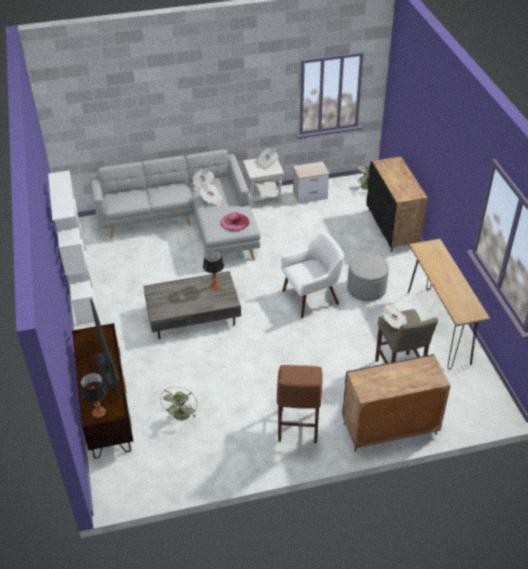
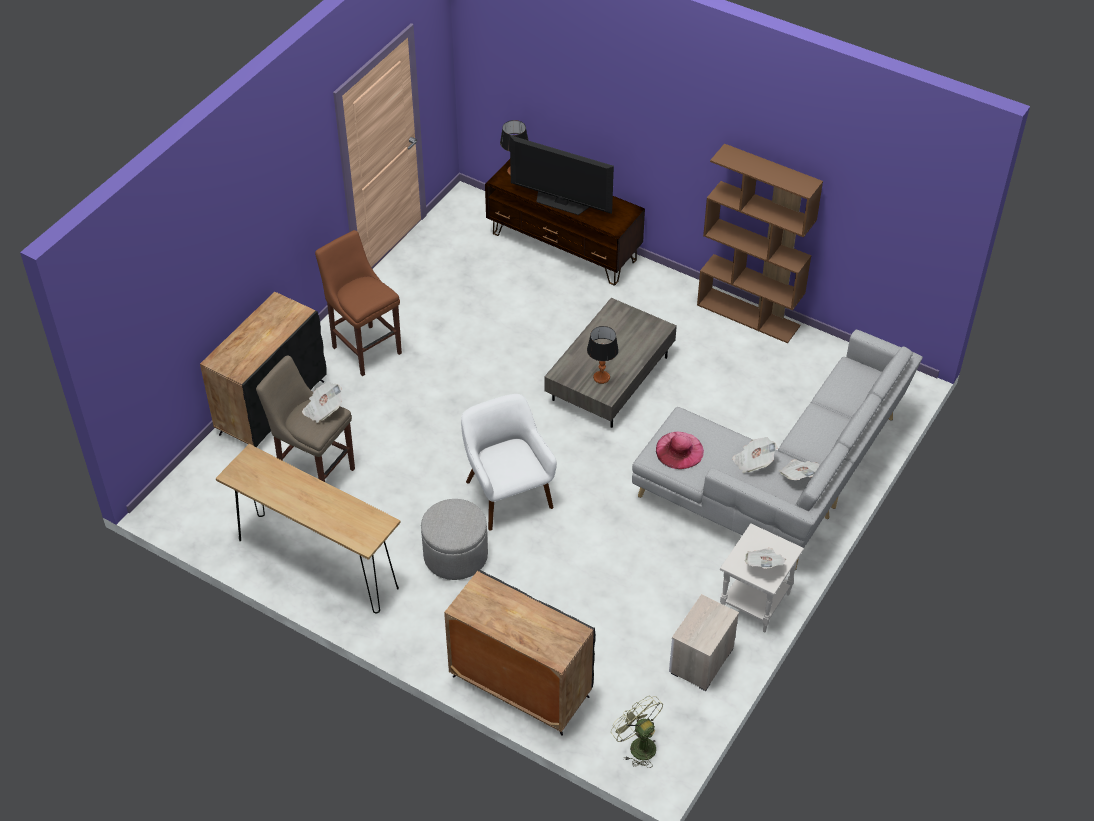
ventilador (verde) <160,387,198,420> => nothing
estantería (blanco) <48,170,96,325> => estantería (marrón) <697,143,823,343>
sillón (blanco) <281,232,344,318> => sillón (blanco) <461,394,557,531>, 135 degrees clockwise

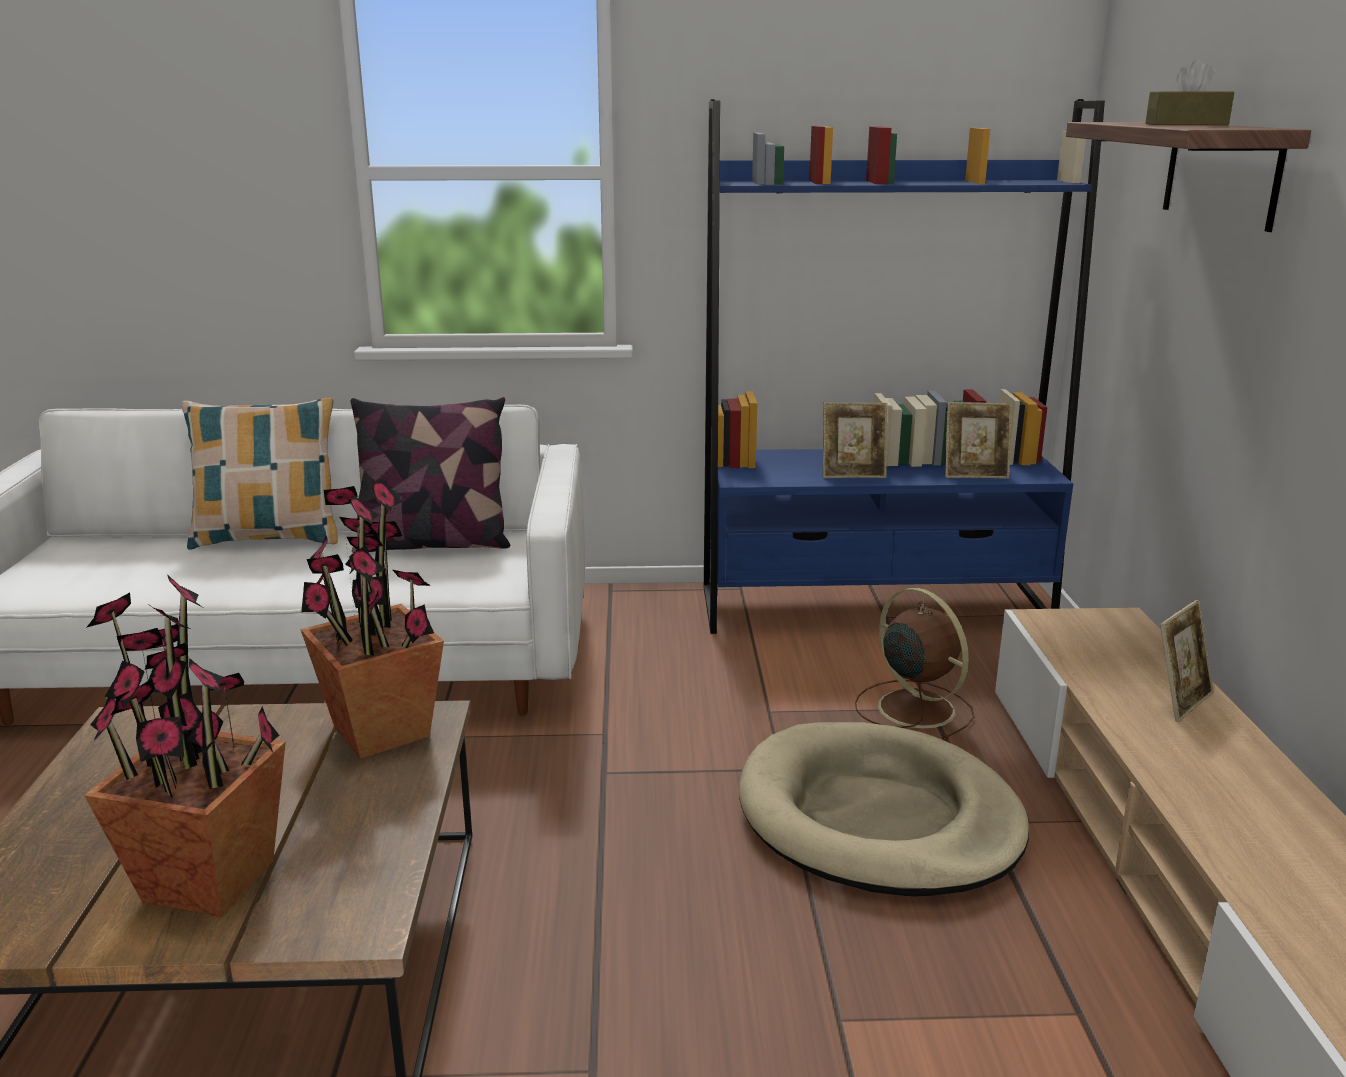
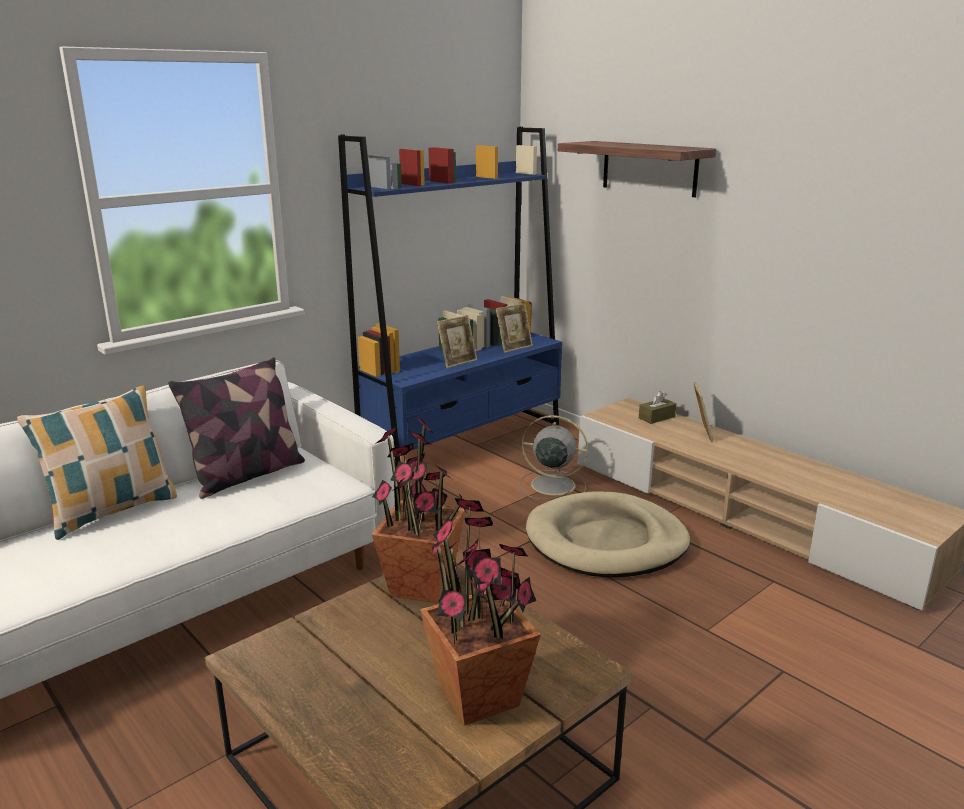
caja de pañuelos (marrón) <1146,59,1234,125> => caja de pañuelos (marrón) <639,391,676,424>, relocated
ventilador (marrón) <855,588,975,740> => ventilador (gris) <519,415,588,499>

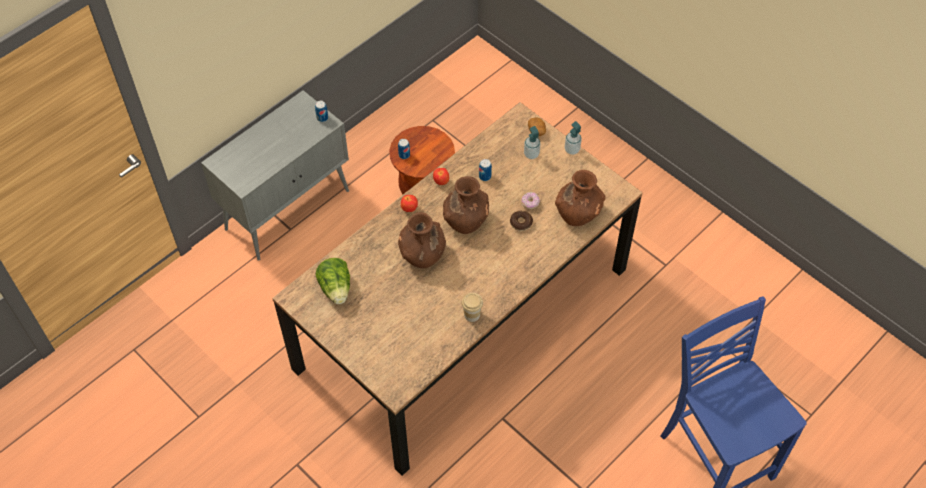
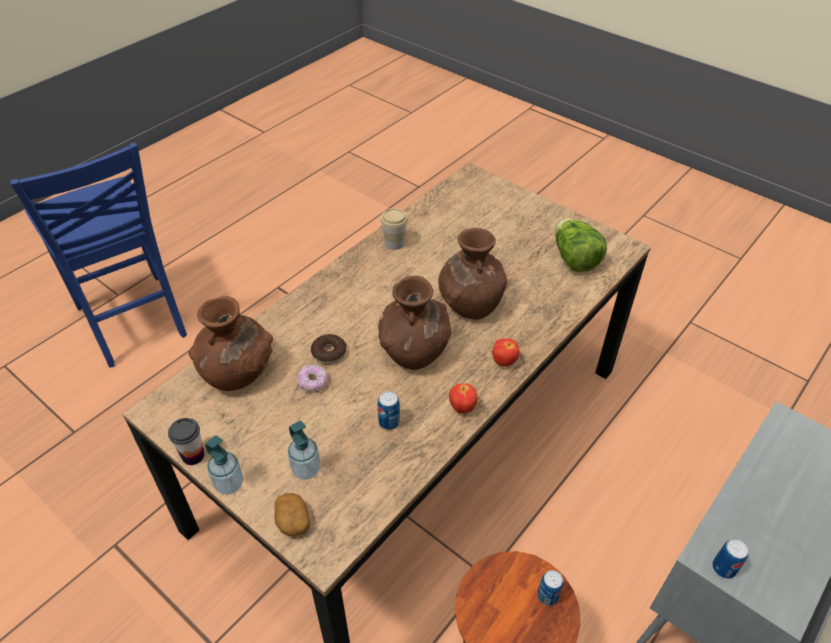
nothing => taza <168,418,205,465>

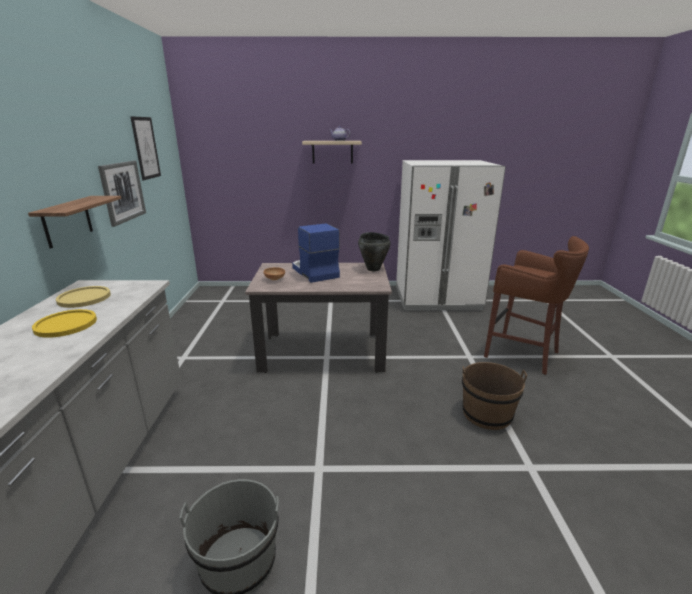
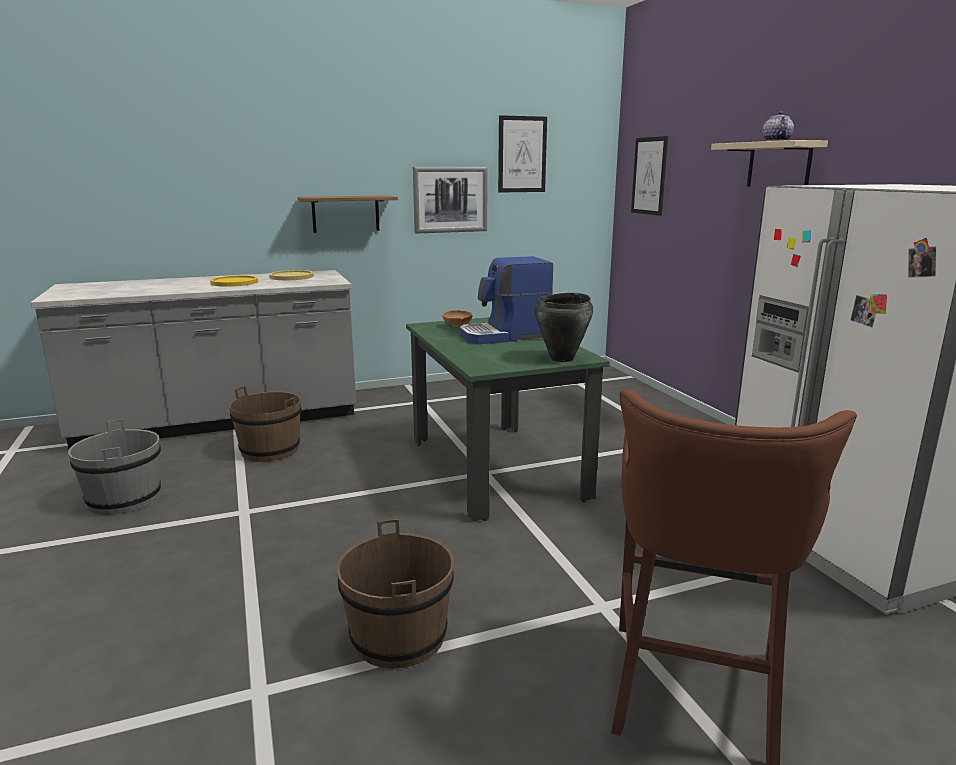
nothing => cubo (marrón) <229,386,301,462>
nothing => cuadro <631,136,668,216>
mesa de comedor (beis) <245,263,392,373> => mesa de comedor (verde) <406,317,610,521>
cafetera <292,224,340,283> => cafetera <459,256,553,344>, 150 degrees counterclockwise

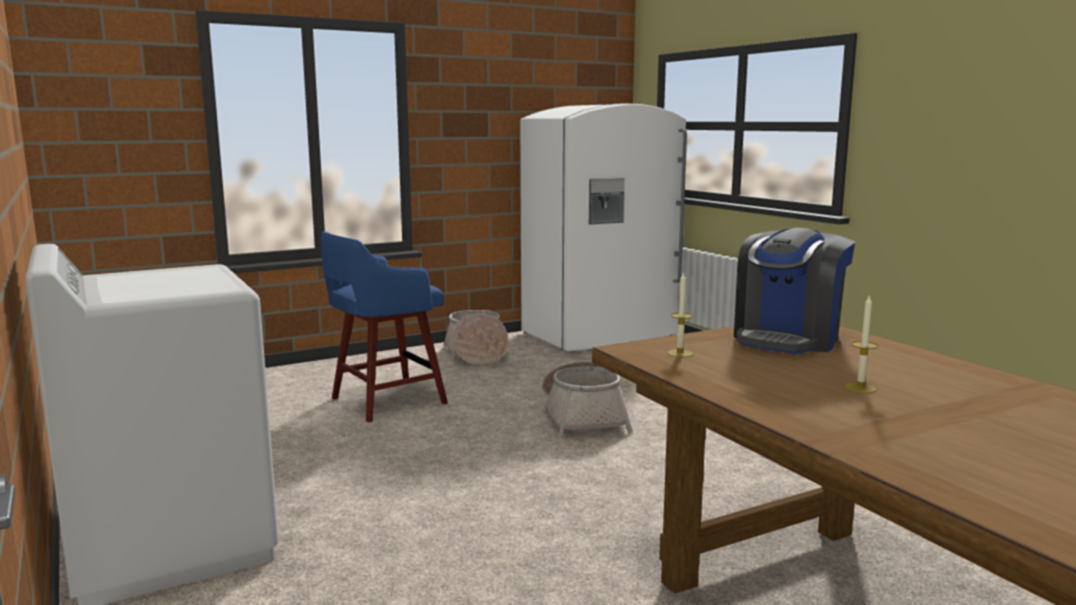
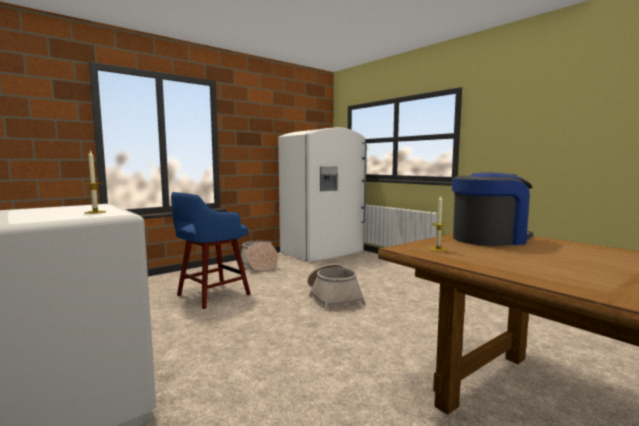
vela <845,294,878,393> => vela <84,150,106,214>, relocated
cafetera <734,228,855,354> => cafetera <452,172,534,246>, 135 degrees counterclockwise

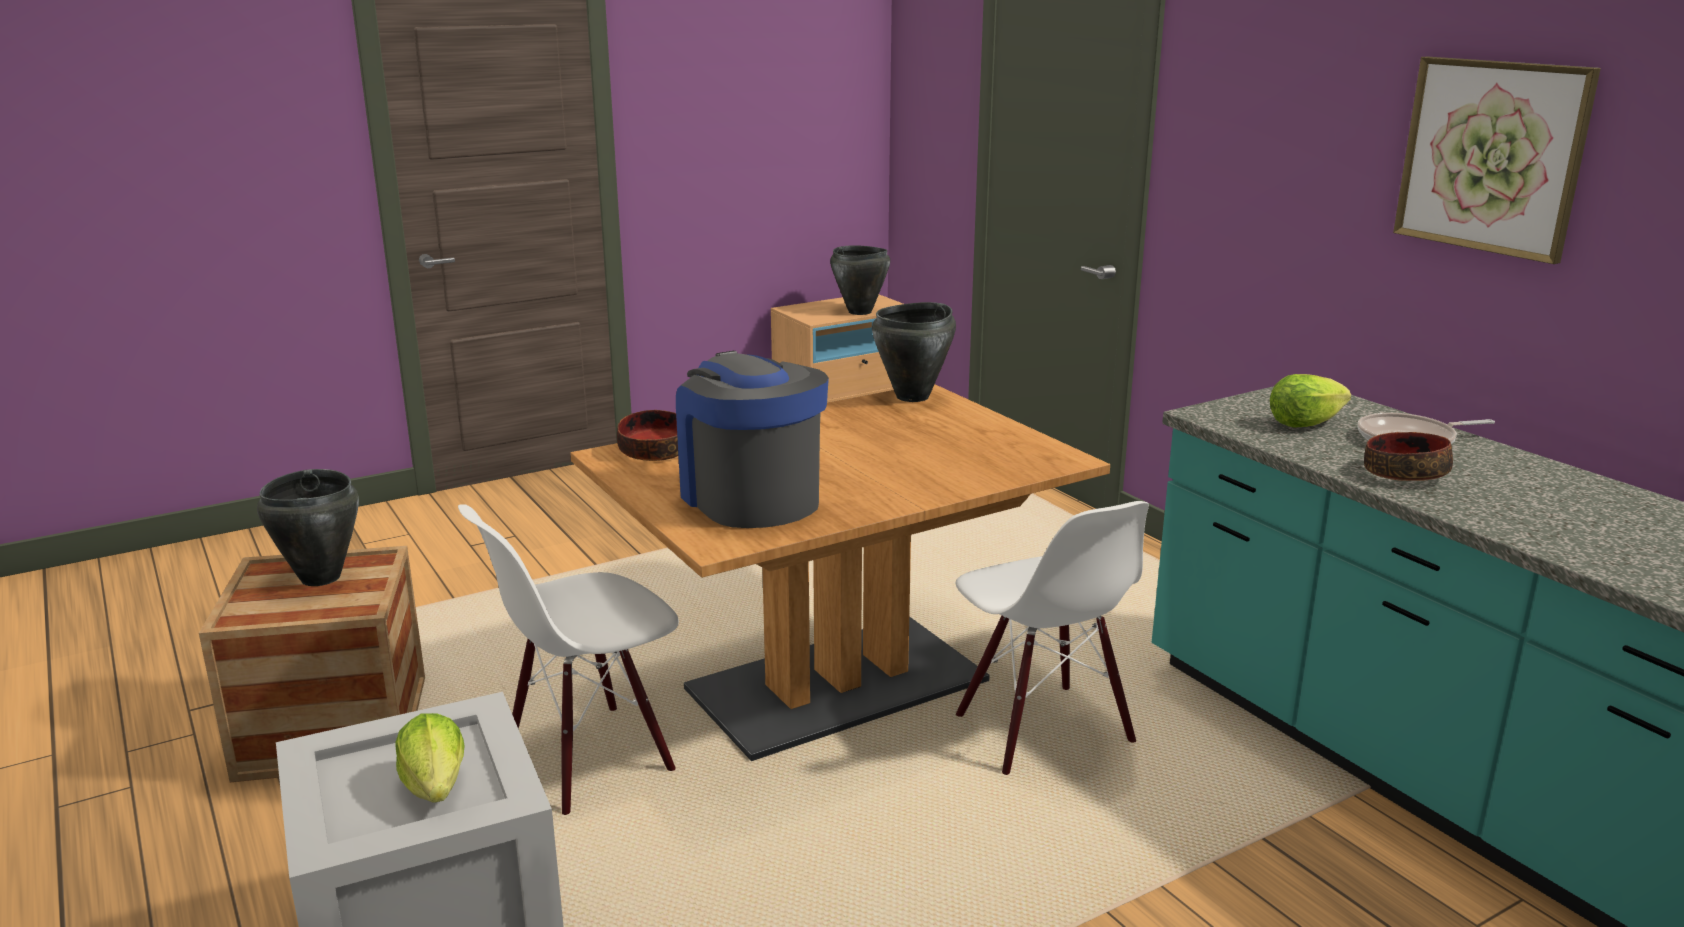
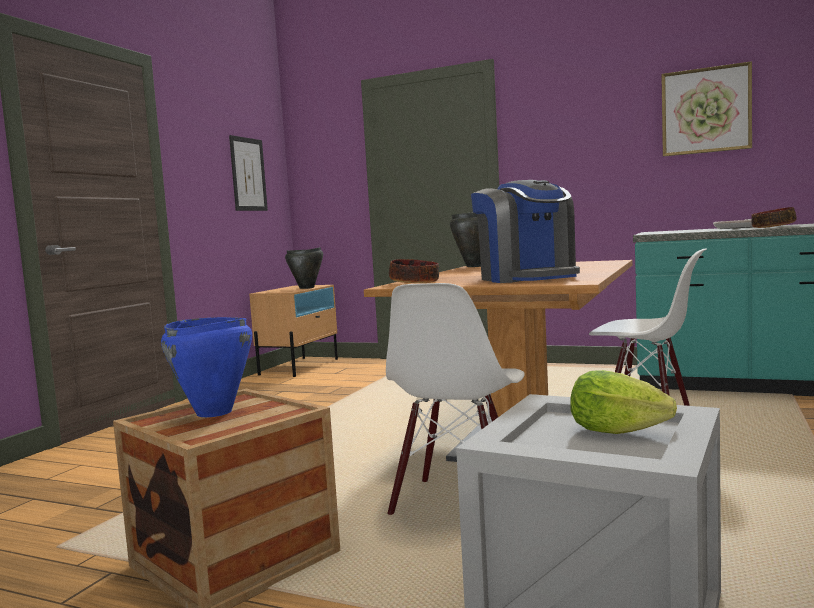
lechuga <1270,374,1351,428> => nothing
nothing => cuadro <229,135,268,211>
olla (negro) <257,469,359,586> => olla (azul) <161,317,252,417>
cafetera <676,351,829,528> => cafetera <471,180,580,283>, 135 degrees counterclockwise

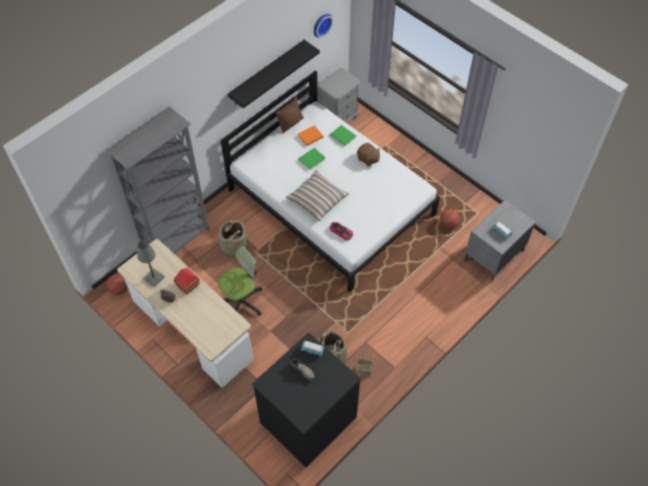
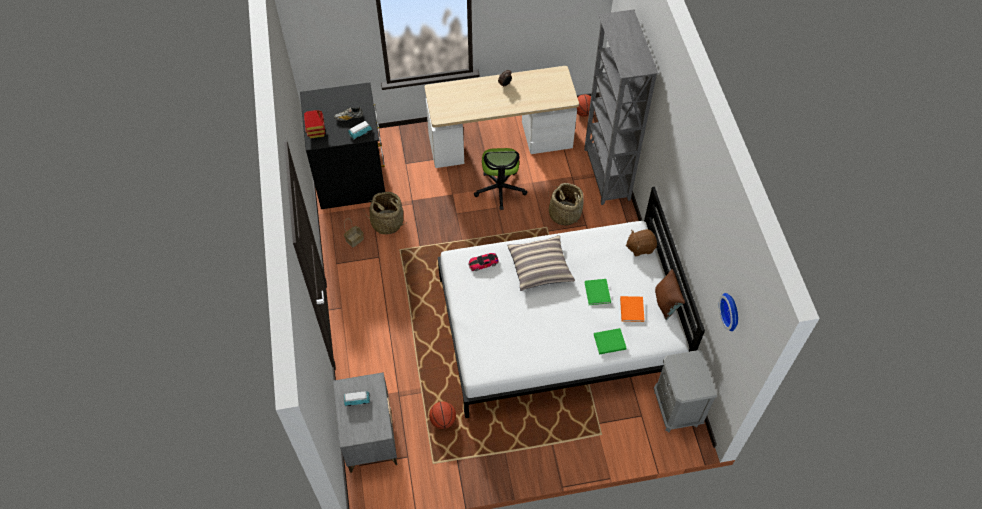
lámpara de mesa (gris) <137,240,165,287> => nothing
estante (negro) <228,40,320,108> => nothing
casita <174,268,200,295> => casita <304,110,325,139>, relocated
peluche (marrón) <357,143,380,167> => peluche (marrón) <626,229,657,257>, relocated

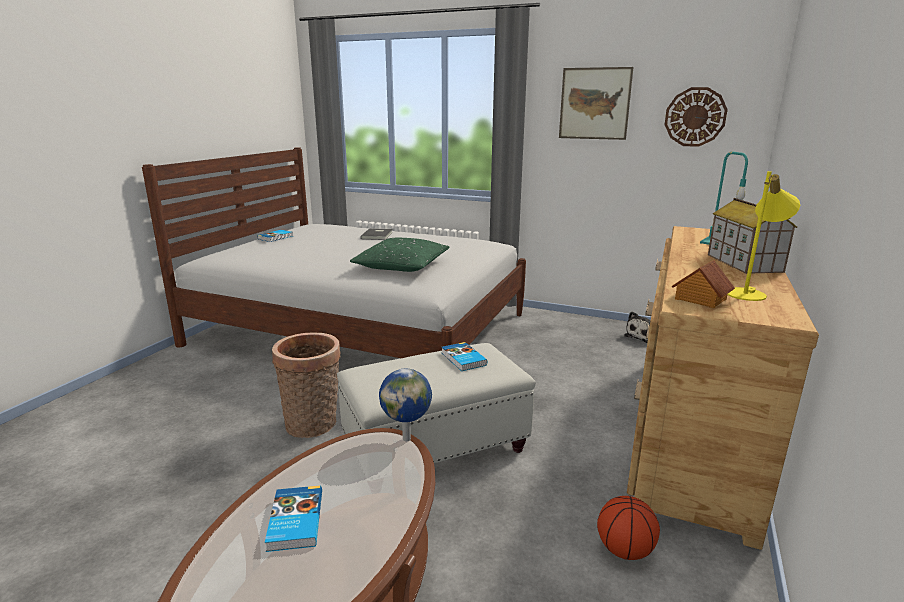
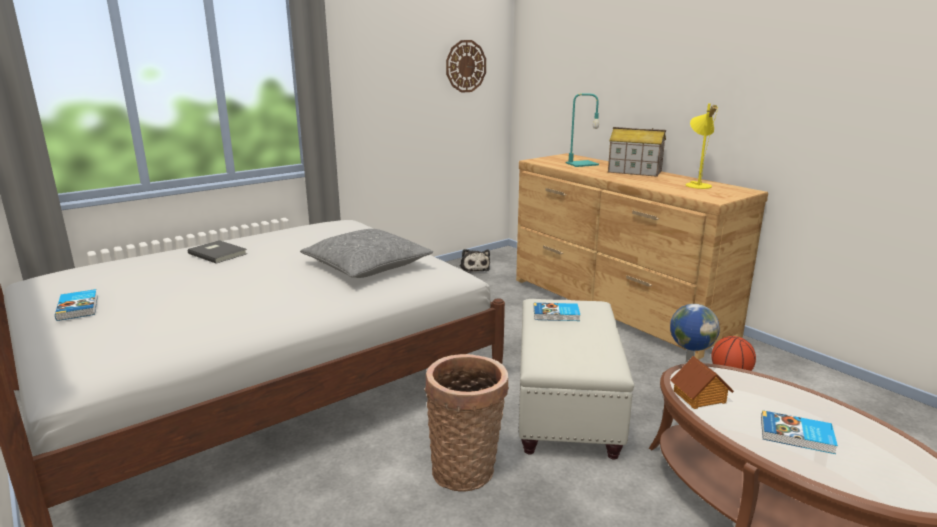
cuadro <559,67,633,140> => nothing
casita <672,260,735,308> => casita <671,356,734,409>, relocated
cojín (verde) <350,238,449,272> => cojín (gris) <300,229,433,278>

